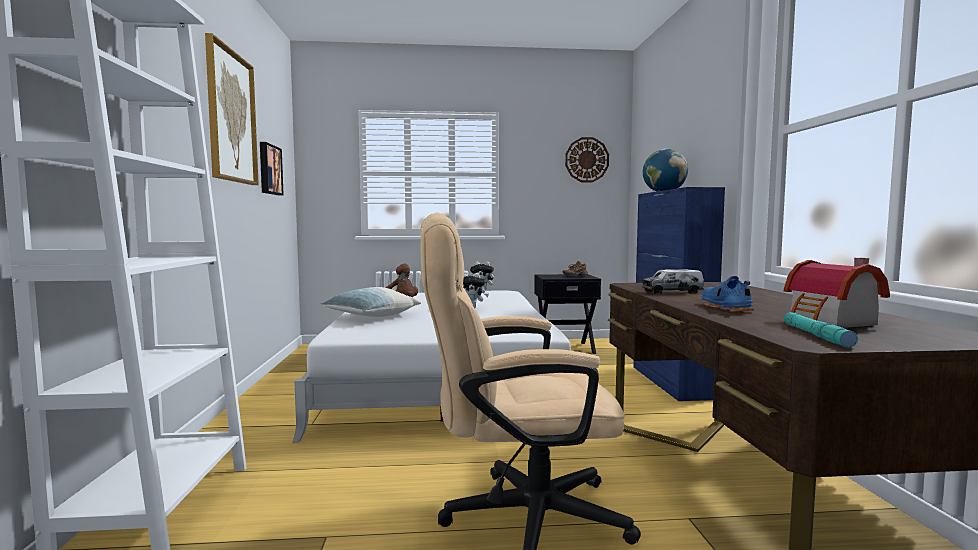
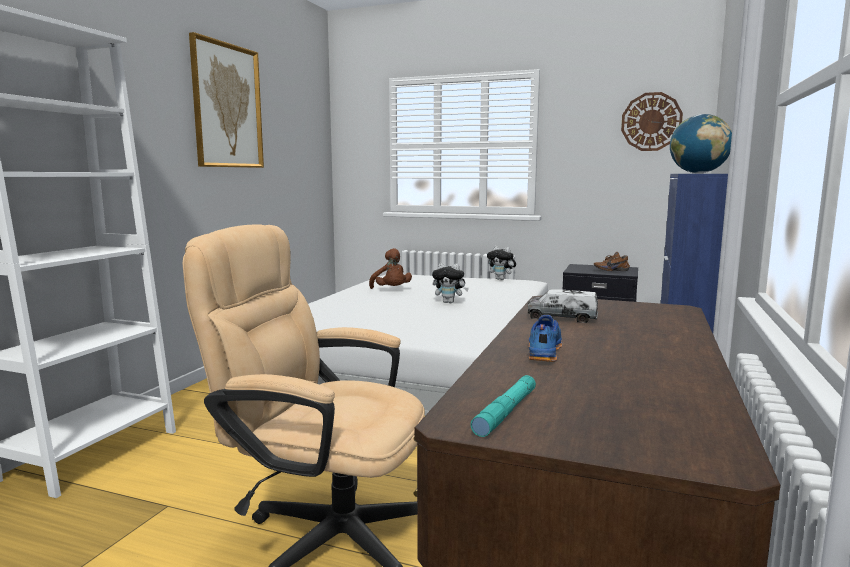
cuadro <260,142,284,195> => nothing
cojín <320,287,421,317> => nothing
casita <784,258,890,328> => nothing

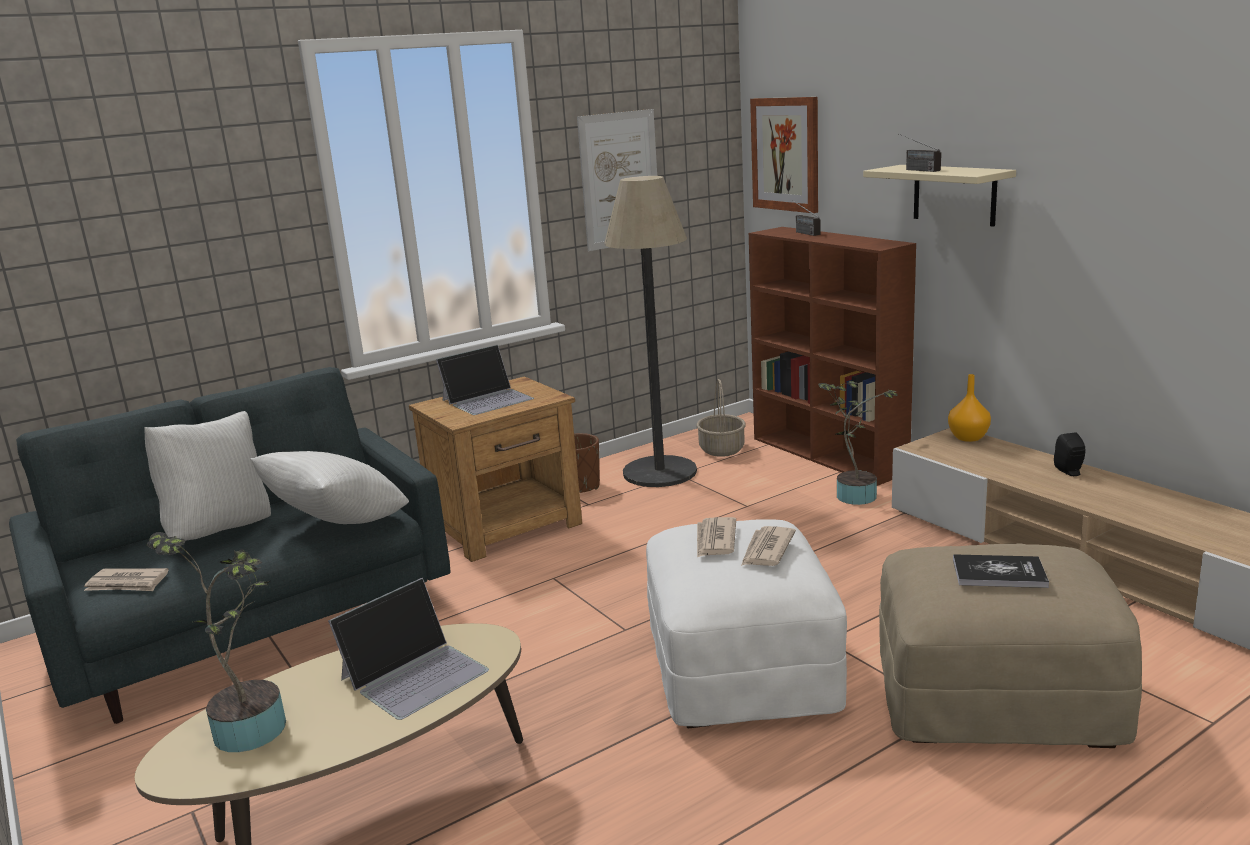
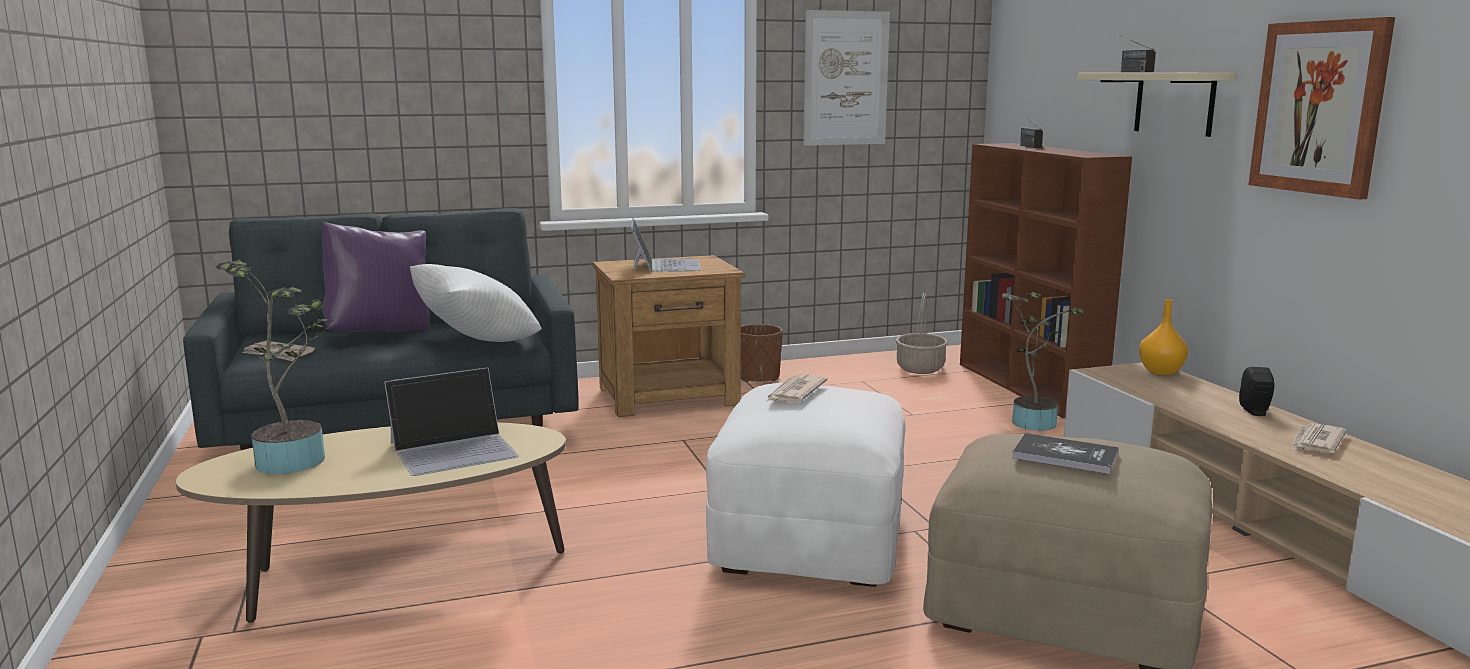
lámpara de pie <604,176,697,487> => nothing
periódico <741,526,796,566> => periódico <1291,423,1347,453>, relocated
cuadro <750,97,818,213> => cuadro <1249,17,1395,200>, relocated
cojín (blanco) <144,411,271,541> => cojín (morado) <322,221,429,332>
portátil <436,345,534,415> => portátil <631,218,701,272>, 75 degrees counterclockwise

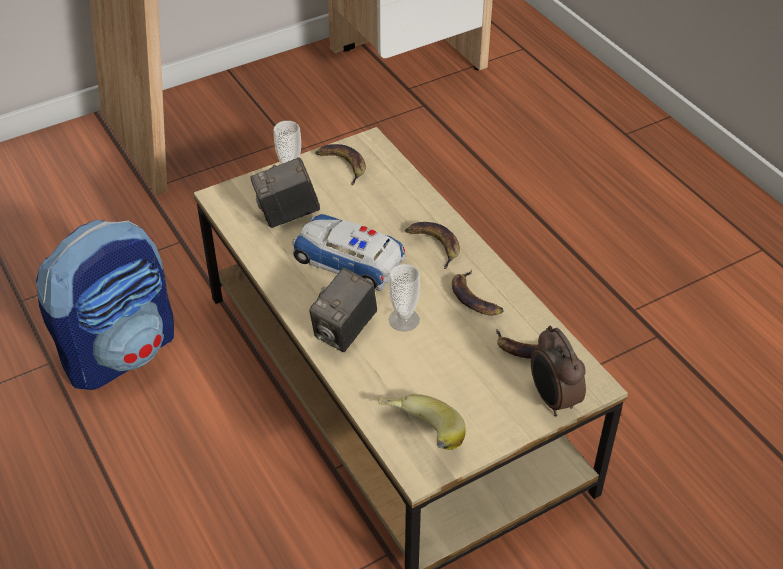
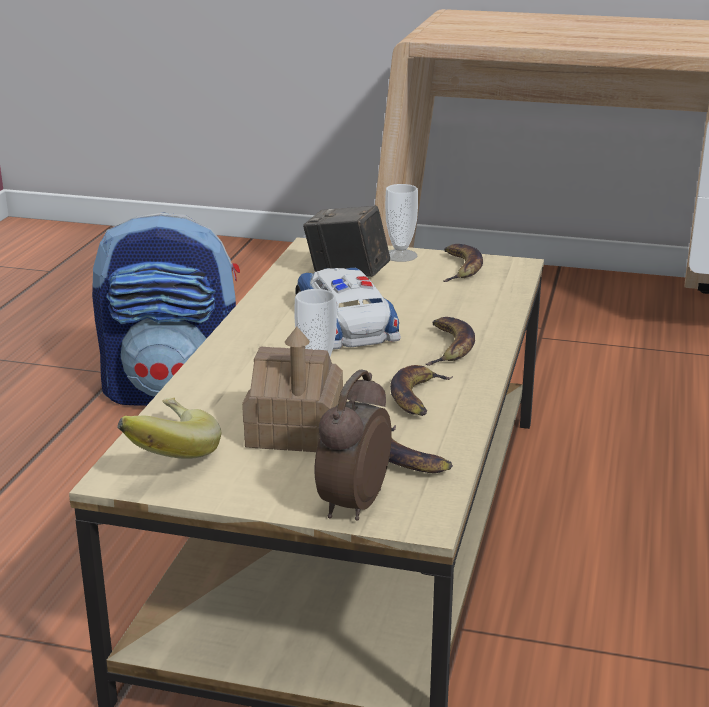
cámara <309,267,377,352> => nothing
nothing => casita <242,327,343,452>

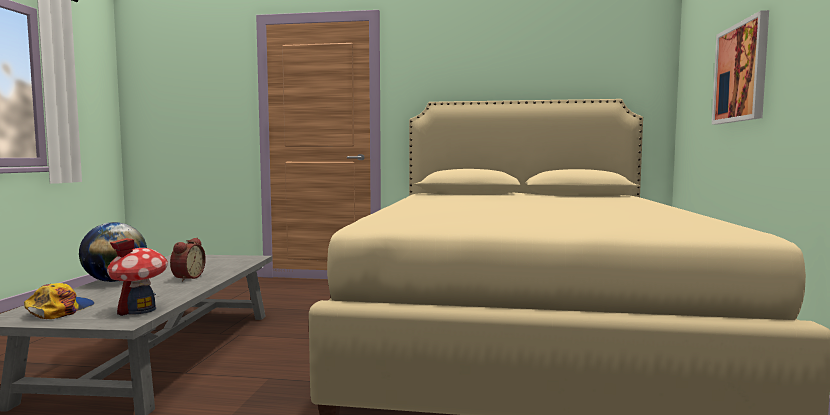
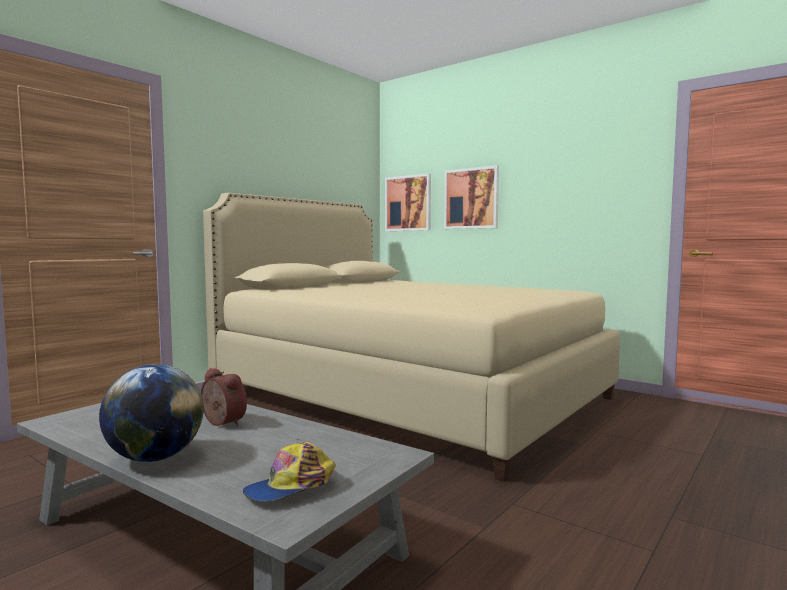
casita <107,238,168,316> => nothing
nothing => cuadro <385,173,431,231>
gorra <24,283,94,319> => gorra <243,442,336,501>, 75 degrees counterclockwise

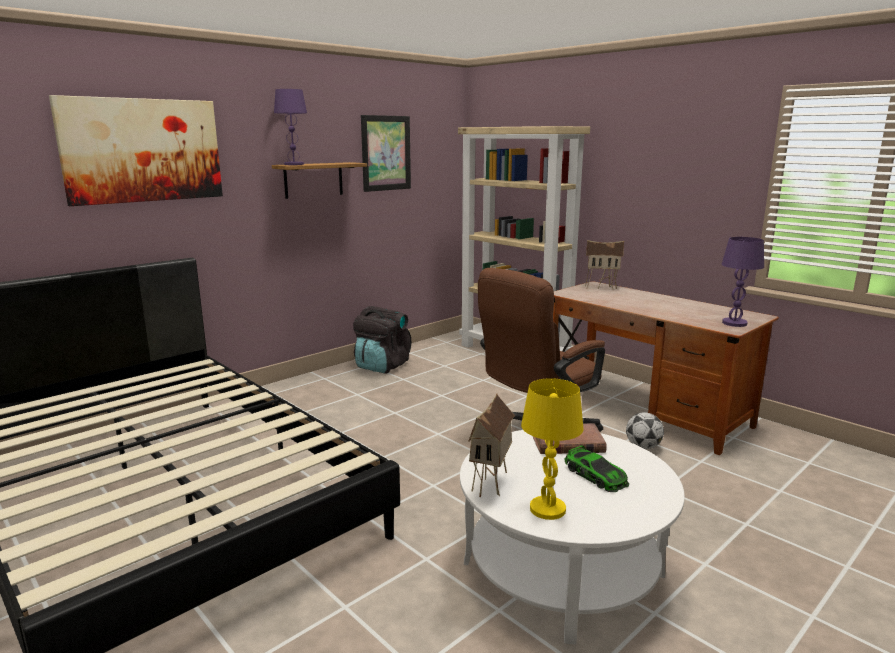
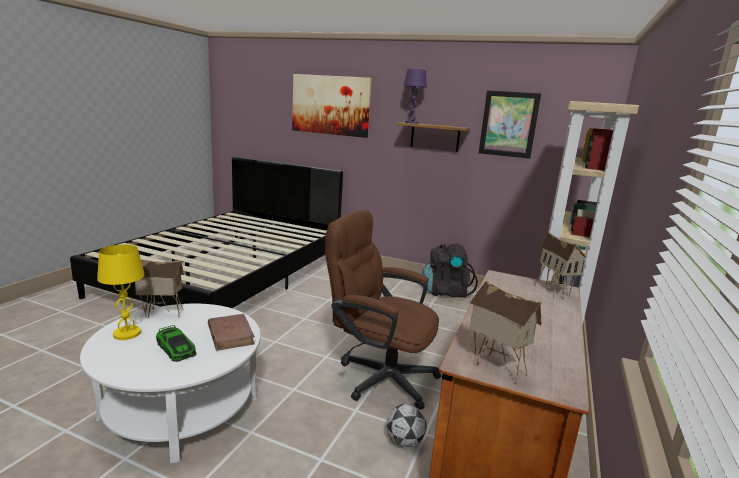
lámpara de mesa (morado) <721,237,764,327> => casita <469,280,541,385>
coche de juguete <564,445,629,492> => coche de juguete <156,325,197,362>, 75 degrees counterclockwise

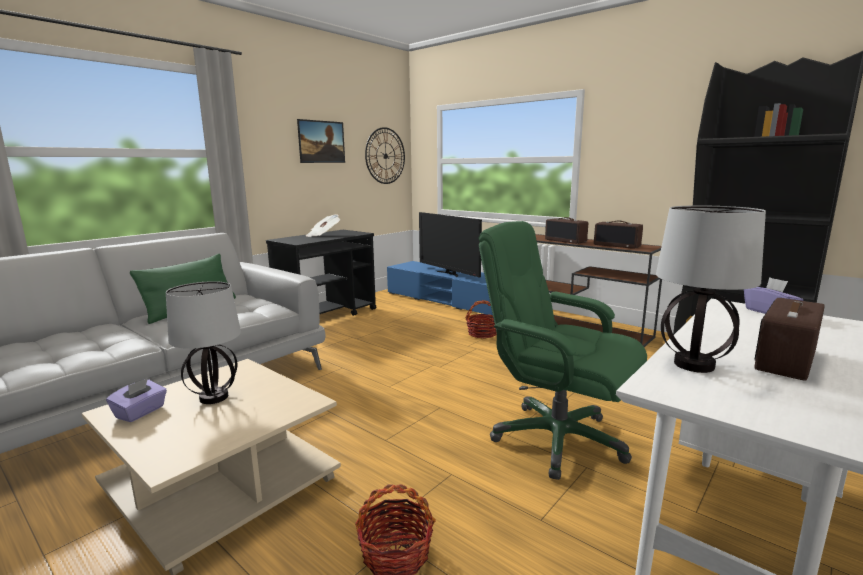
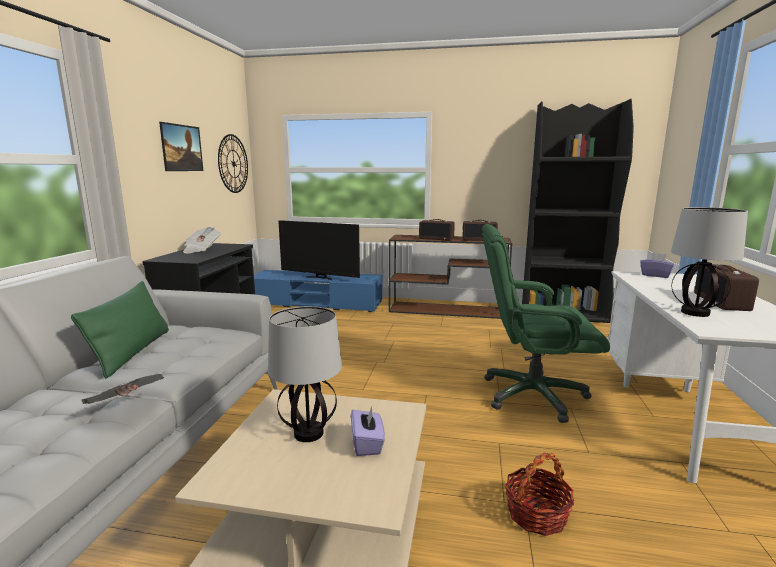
cesta <465,300,497,338> => nothing
nothing => periódico <82,374,164,404>
caja de pañuelos (morado) <106,378,167,422> => caja de pañuelos (morado) <351,407,385,456>, relocated

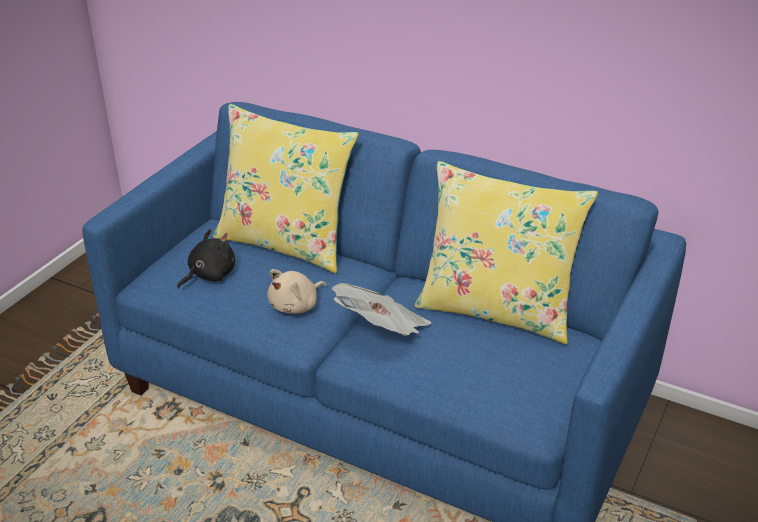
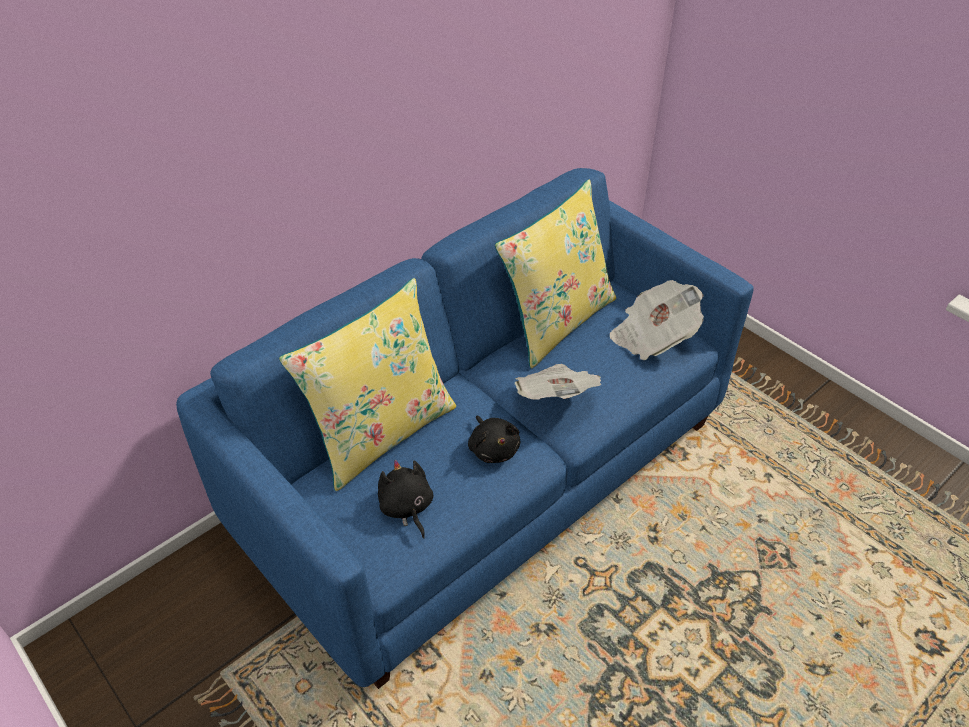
nothing => periódico <610,280,704,361>
peluche (beis) <267,269,326,314> => peluche (negro) <468,415,520,463>

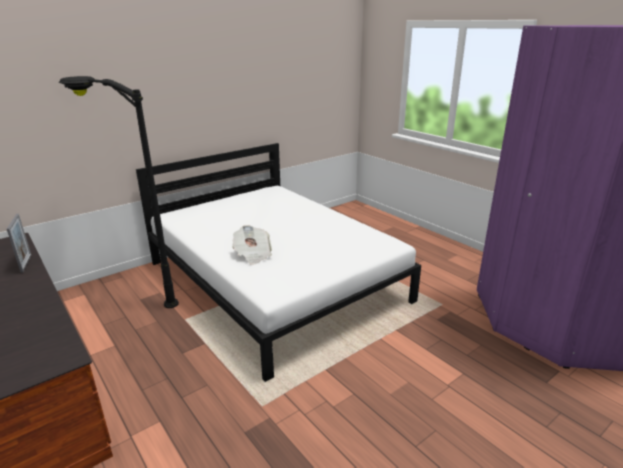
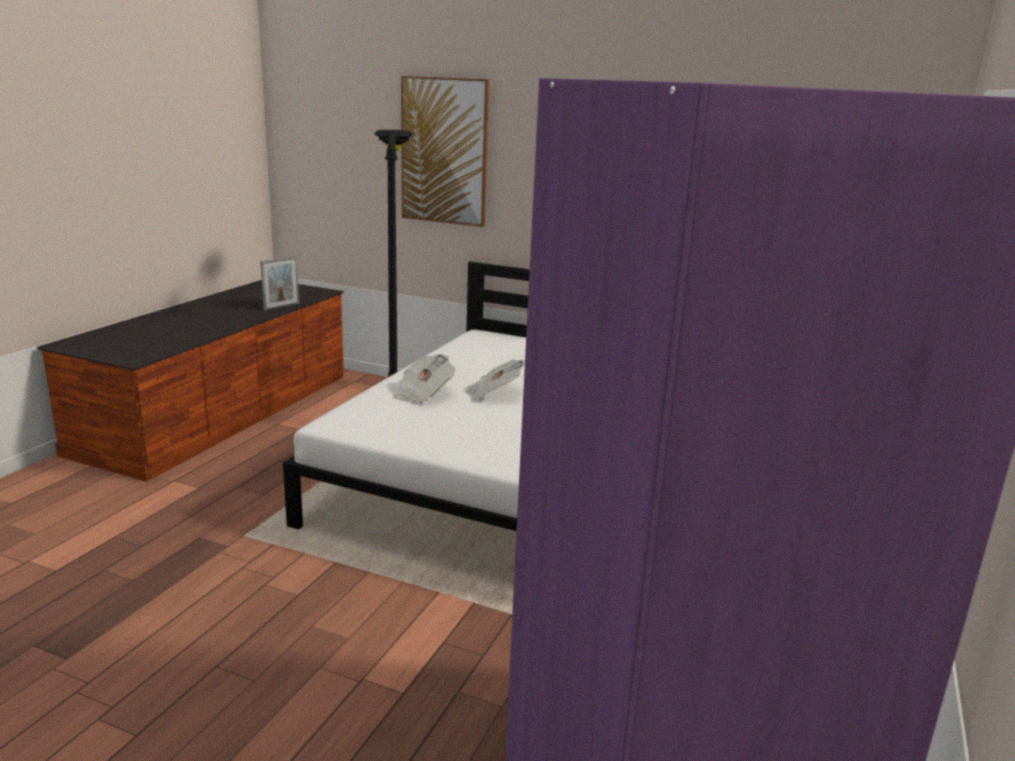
nothing => cuadro <401,76,489,227>
nothing => periódico <464,360,525,398>

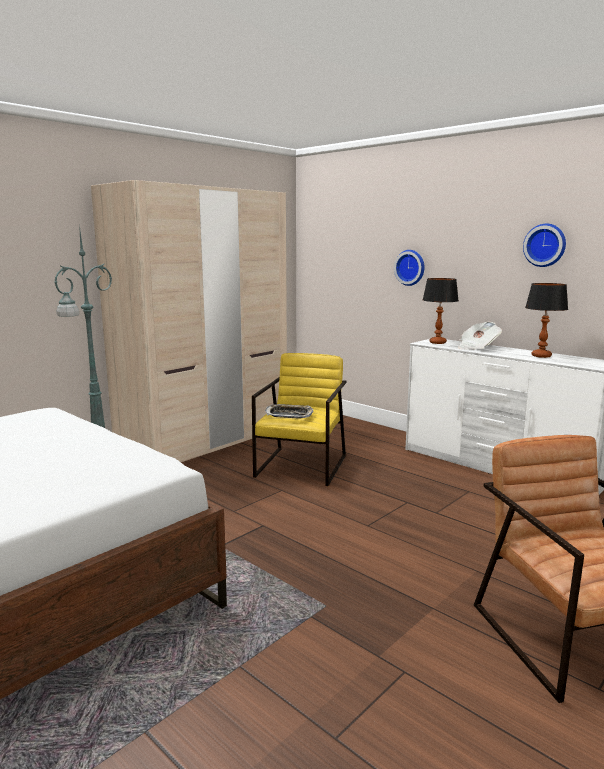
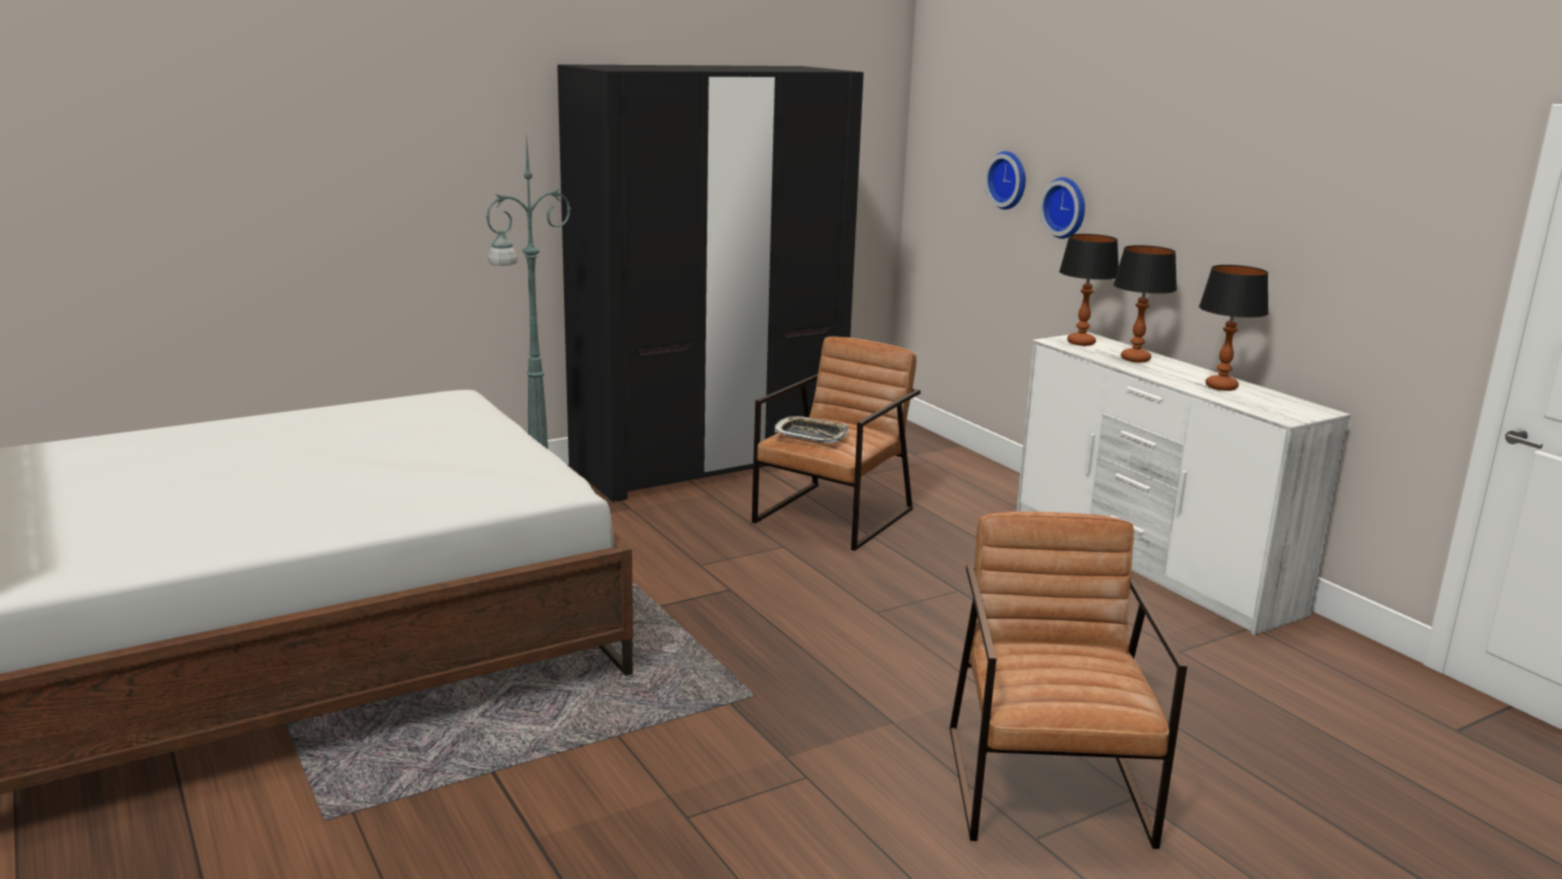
reloj de pared <523,224,566,267> => reloj de pared <984,151,1026,210>, relocated
periódico <458,322,502,350> => lámpara de mesa <1113,245,1177,363>
armario ropero (beis) <91,180,287,462> => armario ropero (negro) <557,64,864,502>
sillón (amarillo) <252,353,346,486> => sillón (marrón) <752,336,921,551>

